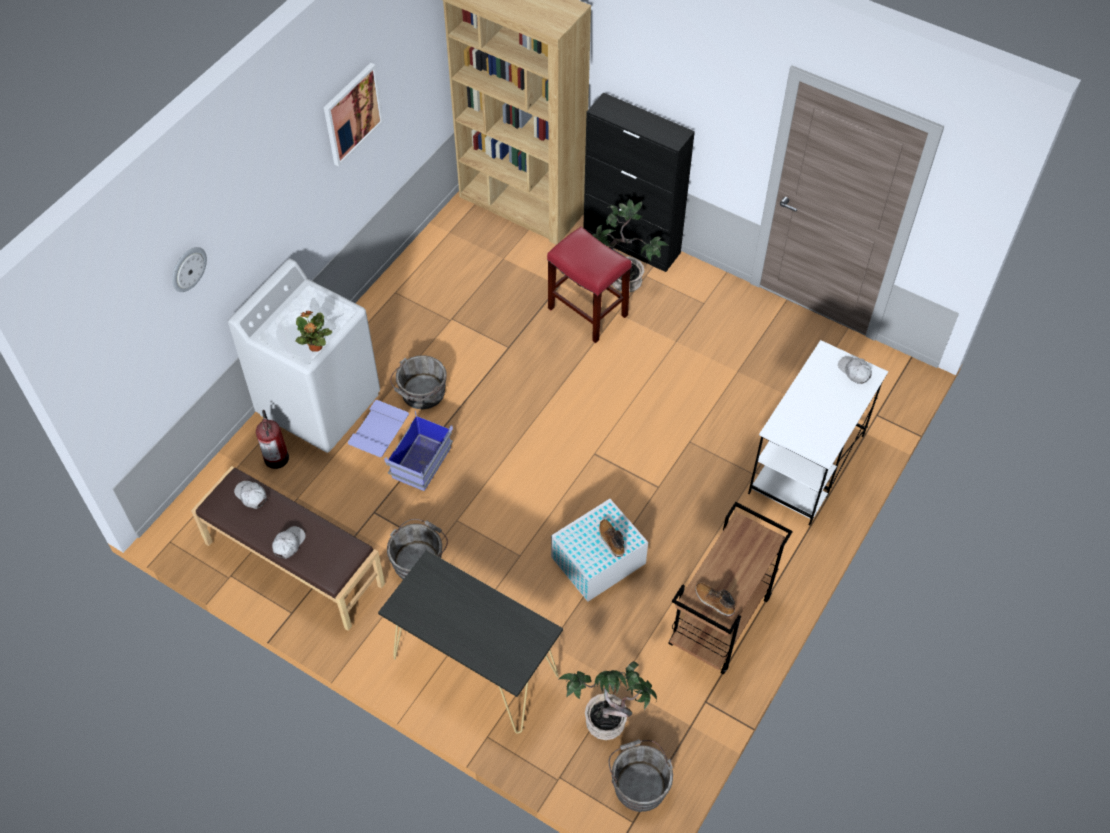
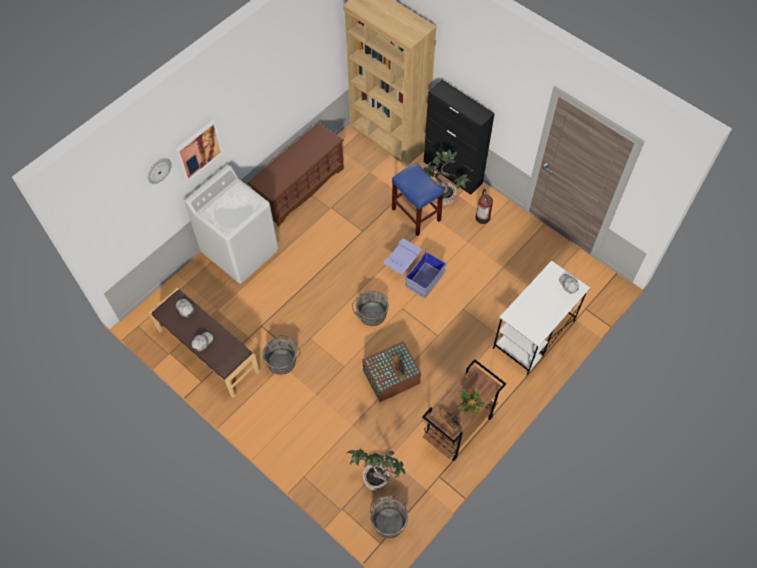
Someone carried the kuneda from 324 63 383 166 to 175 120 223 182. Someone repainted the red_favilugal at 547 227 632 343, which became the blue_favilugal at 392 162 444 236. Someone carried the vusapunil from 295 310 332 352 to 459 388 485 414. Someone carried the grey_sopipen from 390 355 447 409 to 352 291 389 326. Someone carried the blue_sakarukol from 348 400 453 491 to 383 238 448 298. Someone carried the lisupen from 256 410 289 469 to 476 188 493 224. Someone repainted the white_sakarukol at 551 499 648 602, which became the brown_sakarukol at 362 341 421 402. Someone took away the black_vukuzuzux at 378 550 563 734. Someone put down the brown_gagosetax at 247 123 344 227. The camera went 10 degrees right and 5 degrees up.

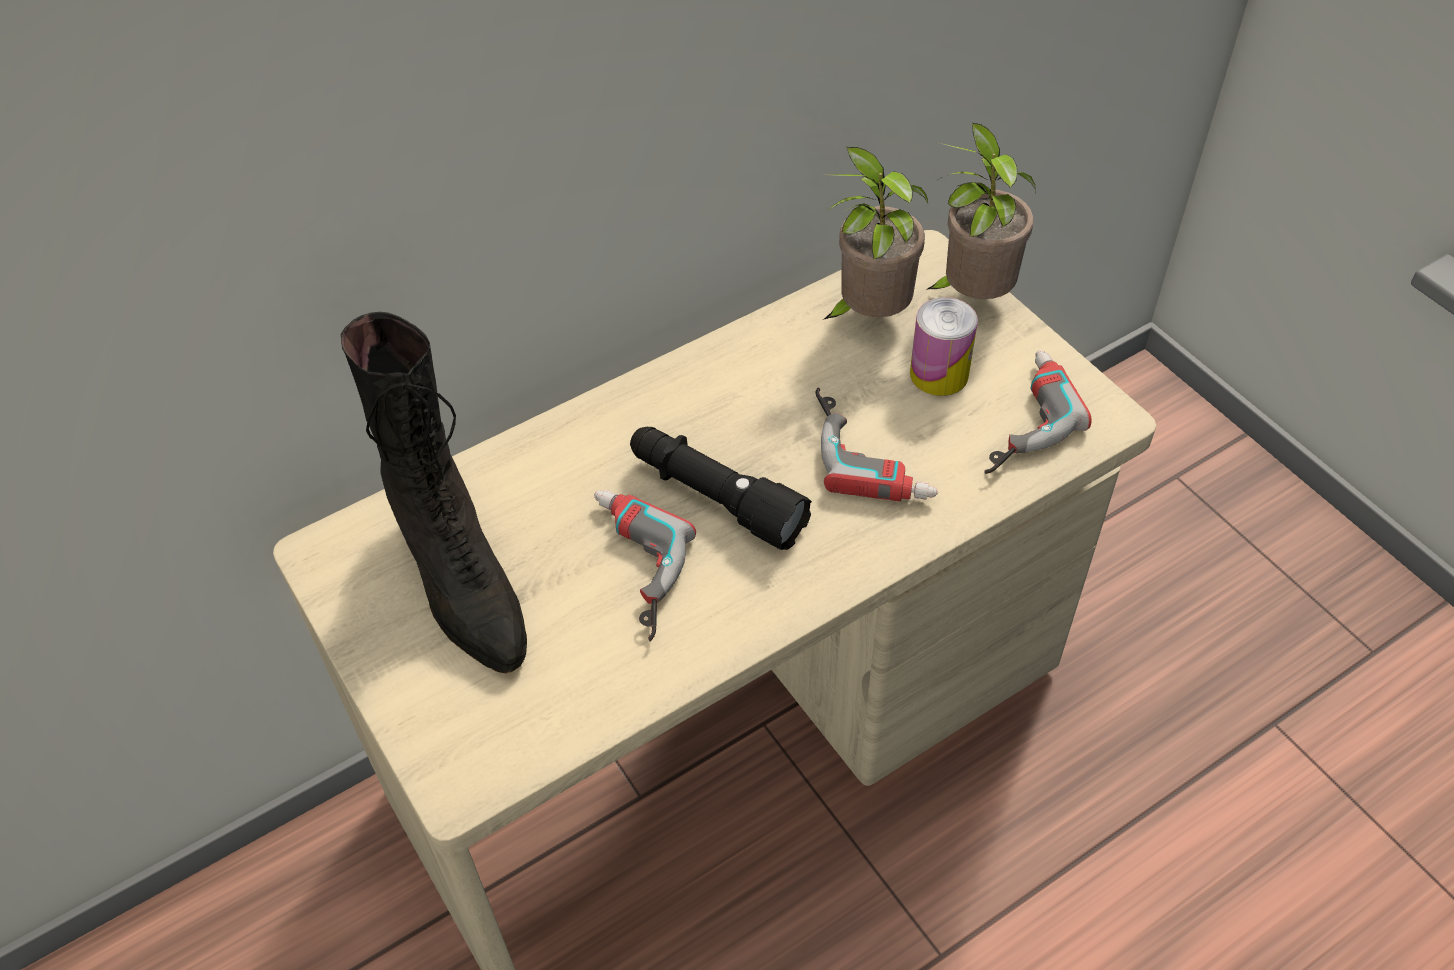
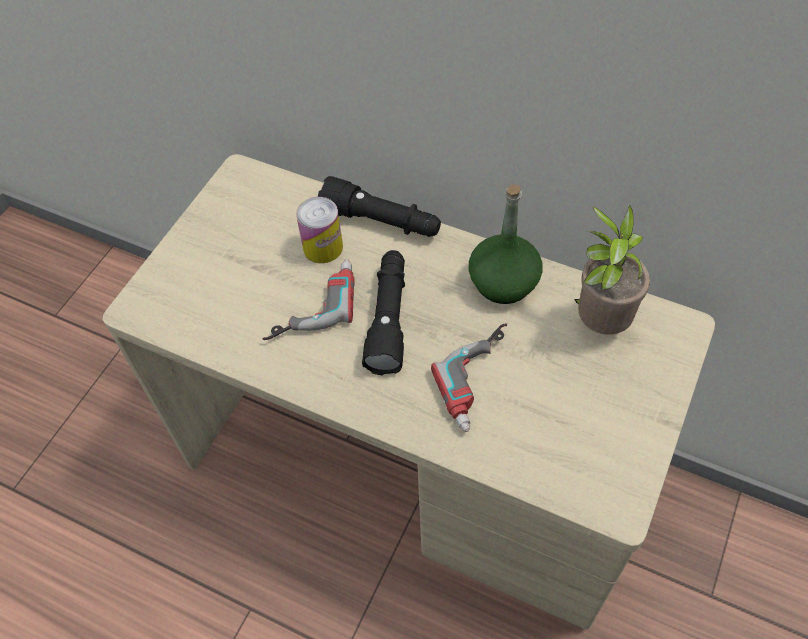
Someone took away the vusapunil at 926 122 1036 299. Someone carried the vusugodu from 910 297 978 396 to 296 197 343 263. Someone took away the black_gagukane at 340 312 527 674. Someone took away the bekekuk at 984 350 1092 474. Someone put down the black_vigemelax at 318 176 441 237. Someone put down the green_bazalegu at 469 184 543 304. The camera went 60 degrees right and 5 degrees up.

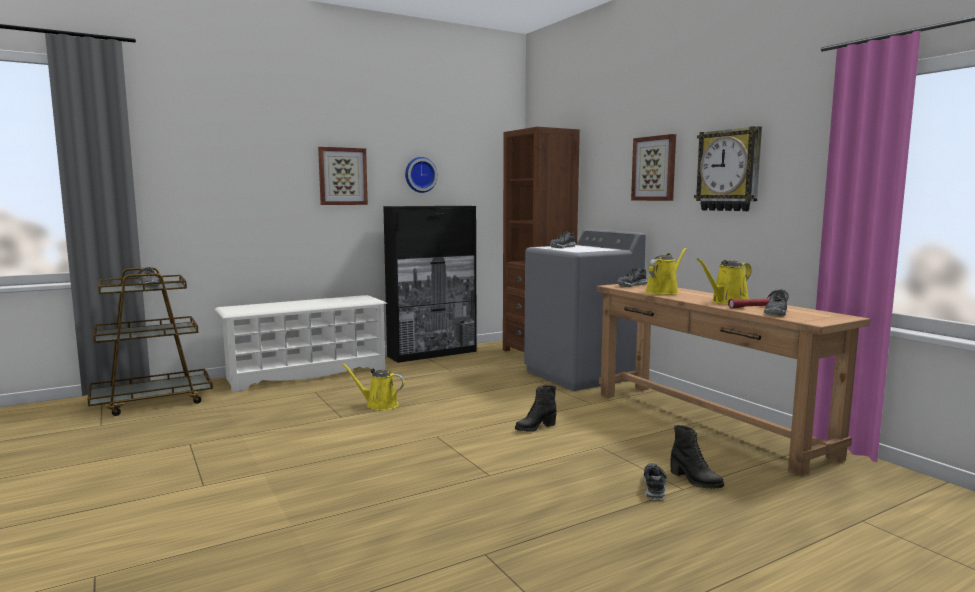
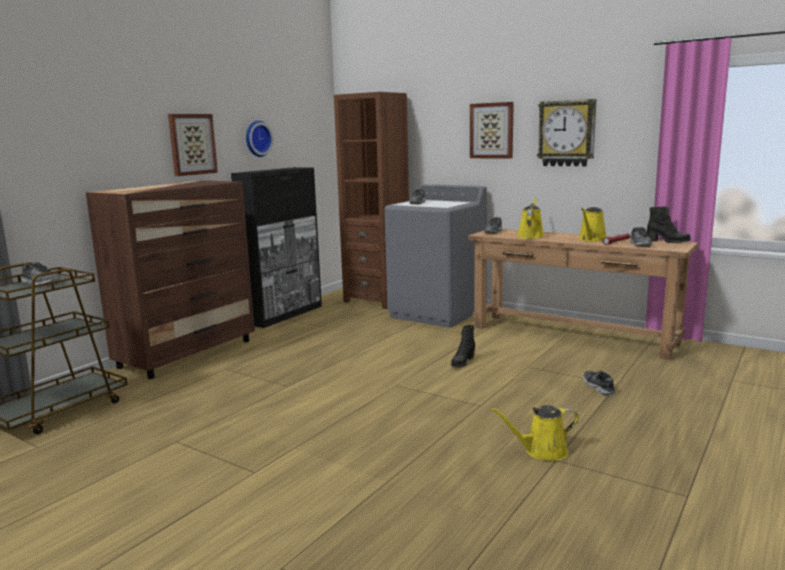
Someone swapped the white_gagosetax at 215 295 387 392 for the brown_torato at 86 180 255 379. Someone carried the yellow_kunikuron from 341 363 405 410 to 491 405 579 461. Someone carried the black_gagukane from 671 425 724 489 to 647 207 691 243. The camera went 25 degrees left and 5 degrees up.

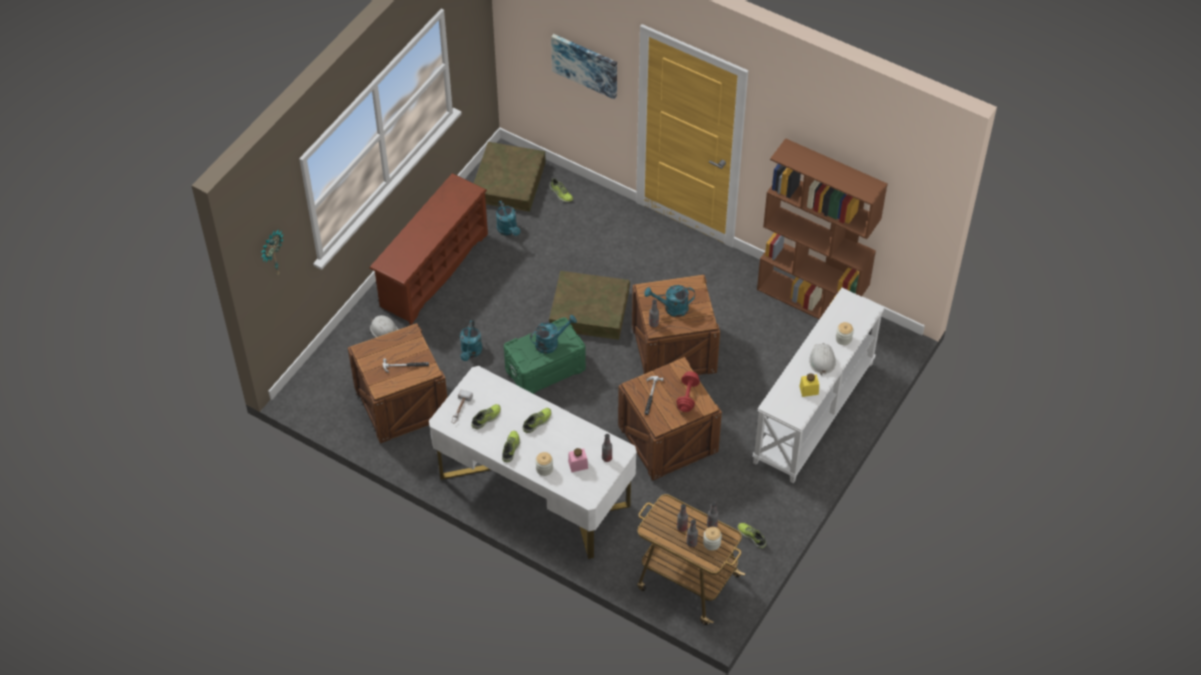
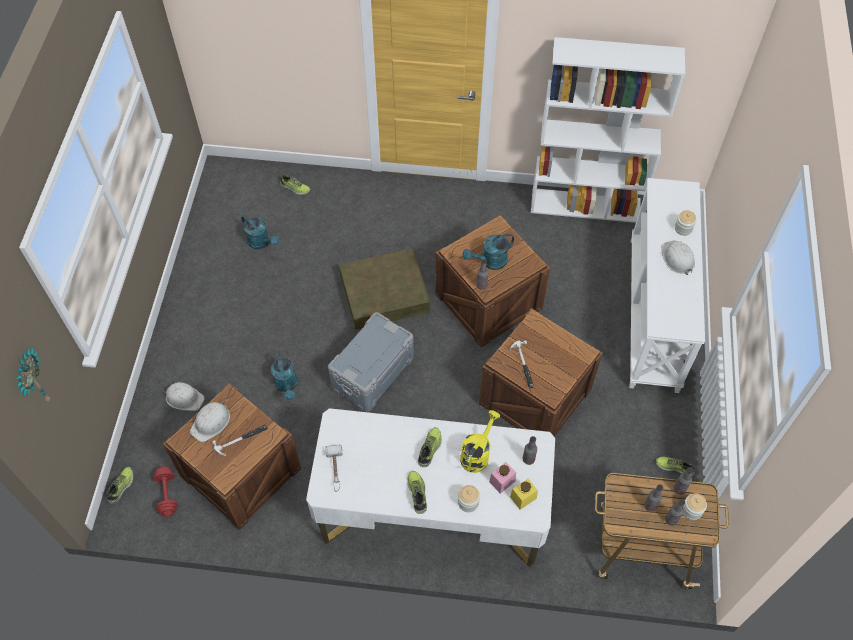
Someone took away the kuneda at 551 34 617 99. Someone repainted the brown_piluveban at 757 138 888 319, which became the white_piluveban at 531 37 685 223. Someone took away the brown_sakarukol at 474 142 546 212. Someone took away the brown_gagosetax at 369 173 488 325. Someone took away the turquoise_kunikuron at 530 315 577 354. Someone repainted the green_sakarukol at 504 317 586 394, which became the grey_sakarukol at 328 312 414 412. Someone carried the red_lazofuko from 676 371 700 412 to 153 466 178 517. Someone carried the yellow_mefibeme from 799 373 819 397 to 510 479 538 510. Someone carried the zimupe from 471 404 501 429 to 106 467 133 503. Someone put down the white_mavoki at 190 401 230 442. Someone put down the yellow_kunikuron at 460 410 500 473. The camera went 25 degrees left and 5 degrees up.

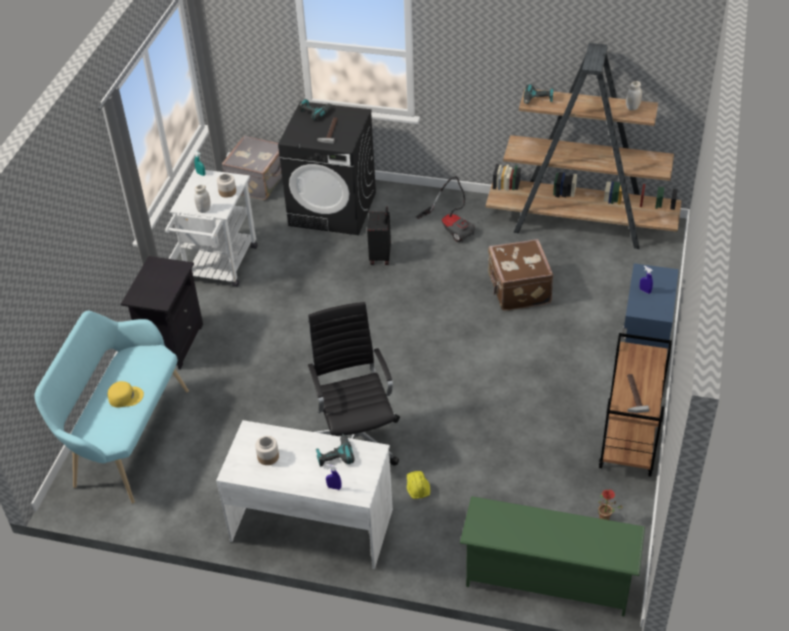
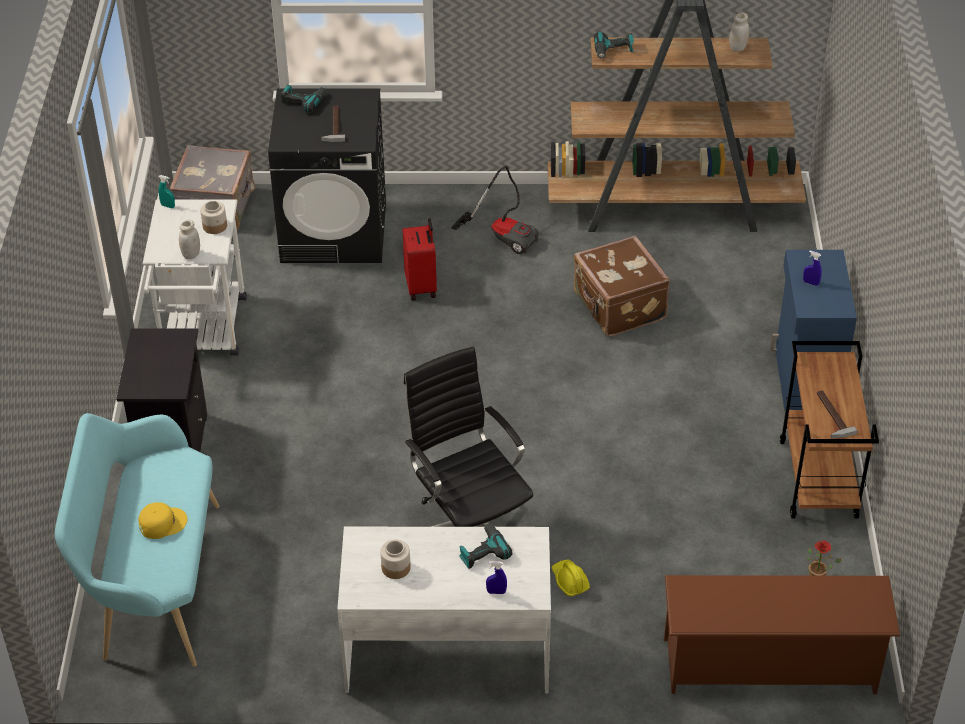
Someone repainted the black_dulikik at 367 207 391 265, which became the red_dulikik at 402 218 437 300. Someone repainted the green_gagosetax at 460 496 645 617, which became the brown_gagosetax at 664 575 900 694. The camera went 15 degrees left and 0 degrees up.

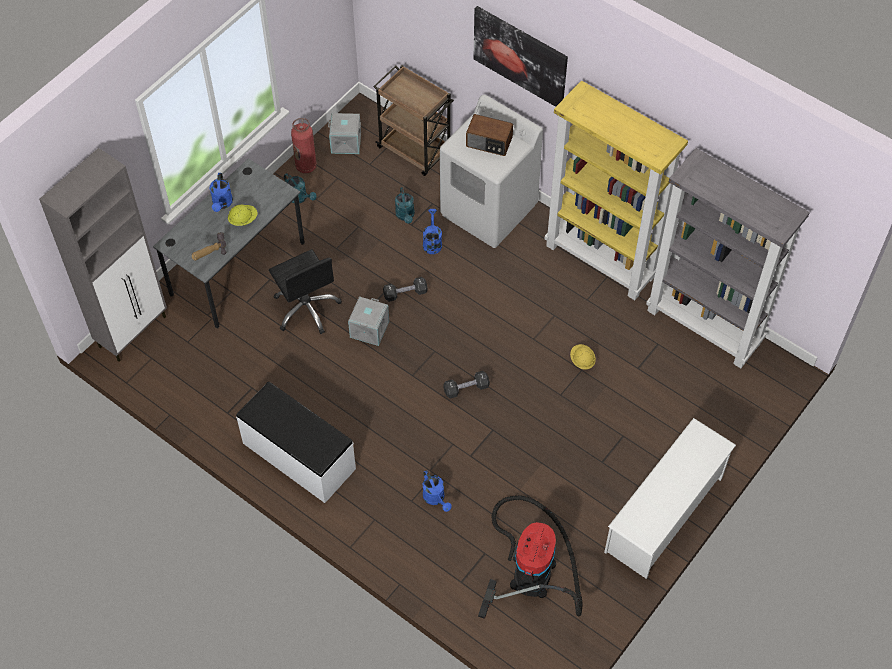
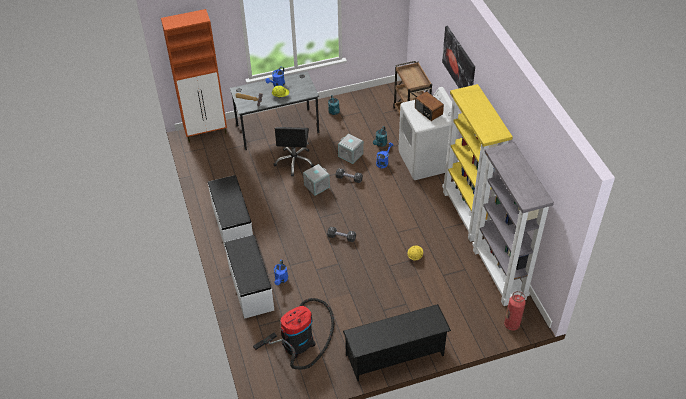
Someone carried the grey_sakarukol from 328 113 361 154 to 338 134 363 164. Someone carried the lisupen from 291 118 316 173 to 504 291 526 331. Someone repainted the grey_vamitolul at 39 148 167 362, which became the orange_vamitolul at 161 9 227 142. Someone repainted the white_gagosetax at 604 418 736 579, which became the black_gagosetax at 343 304 451 381. Someone put down the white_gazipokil at 225 235 274 319. The camera went 35 degrees right and 10 degrees down.

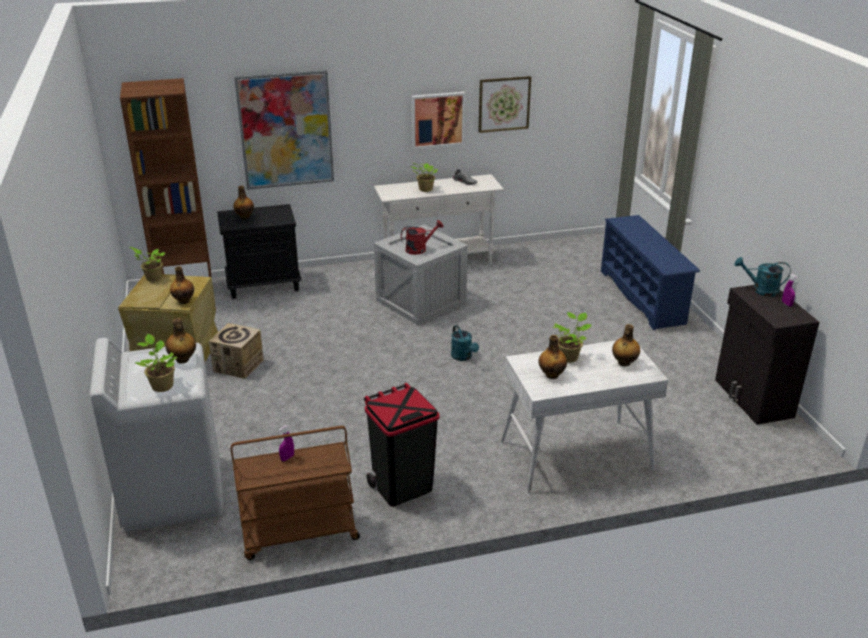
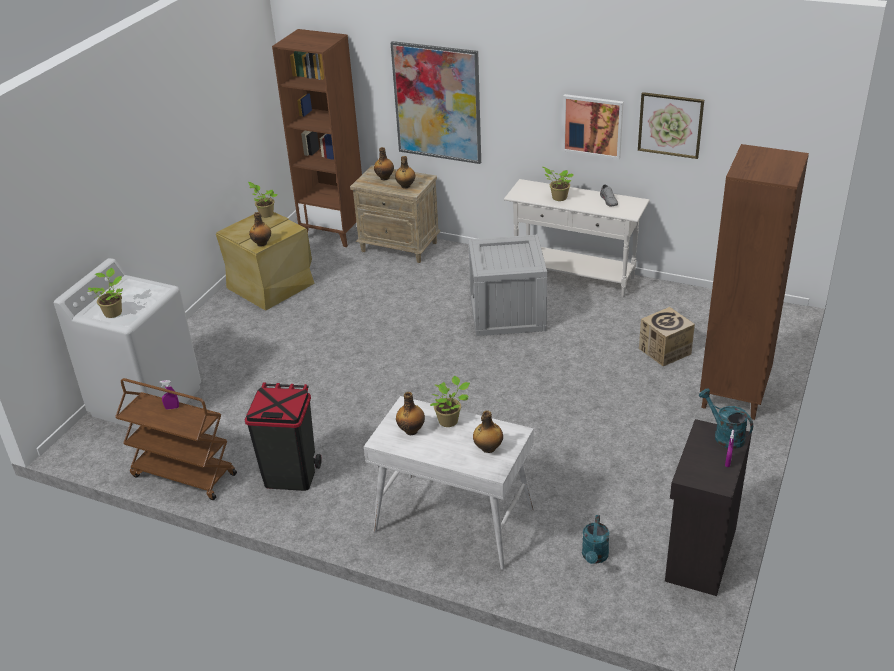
Someone repainted the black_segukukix at 217 204 302 299, which became the beige_segukukix at 350 165 441 263. Someone swapped the blue_gagosetax at 601 215 700 330 for the brown_piluveban at 700 144 809 420. Someone took away the red_kunikuron at 401 220 443 255. Someone carried the bazalegu from 166 318 196 364 to 395 156 415 189. Someone carried the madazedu from 209 323 264 379 to 639 307 695 367. Someone carried the turquoise_kunikuron from 451 325 479 361 to 582 515 609 564. The camera went 40 degrees right and 5 degrees up.

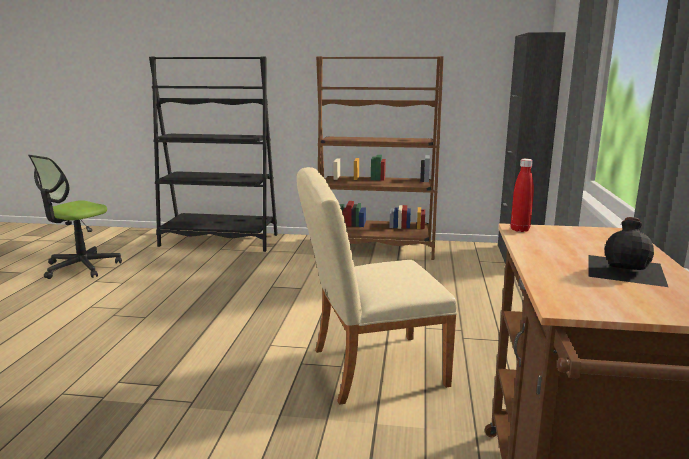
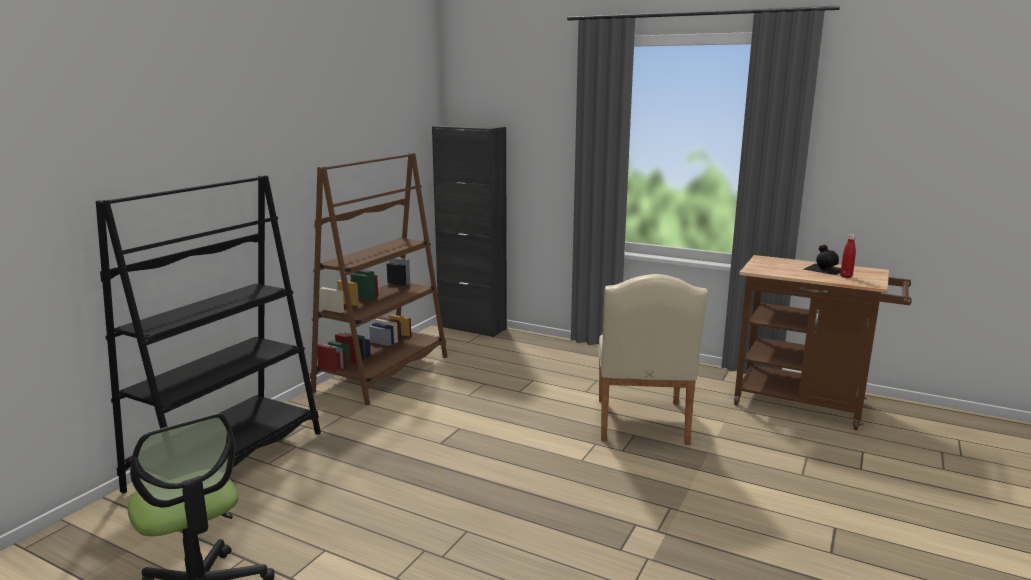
Someone carried the red_bazalegu from 511 159 534 232 to 840 234 856 278. The camera went 70 degrees left and 0 degrees up.

